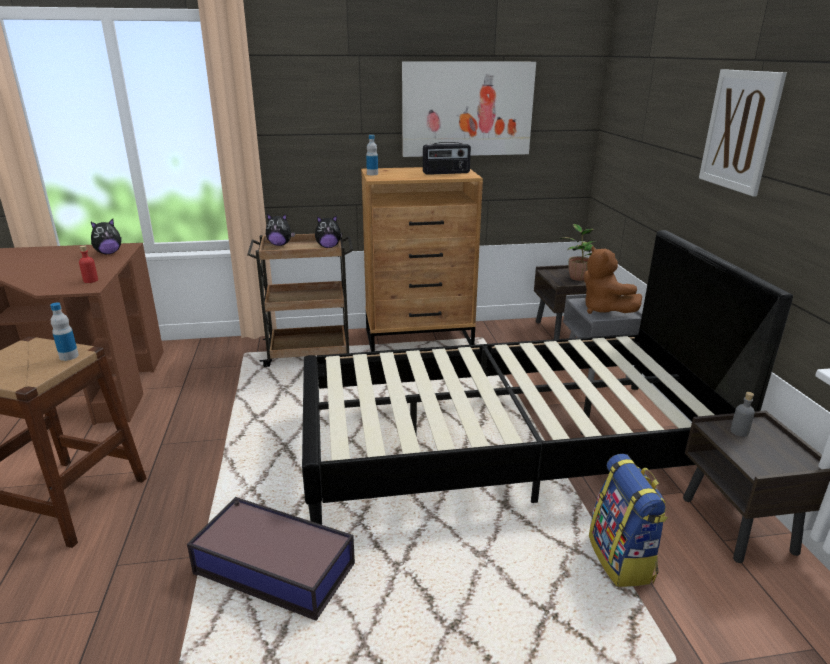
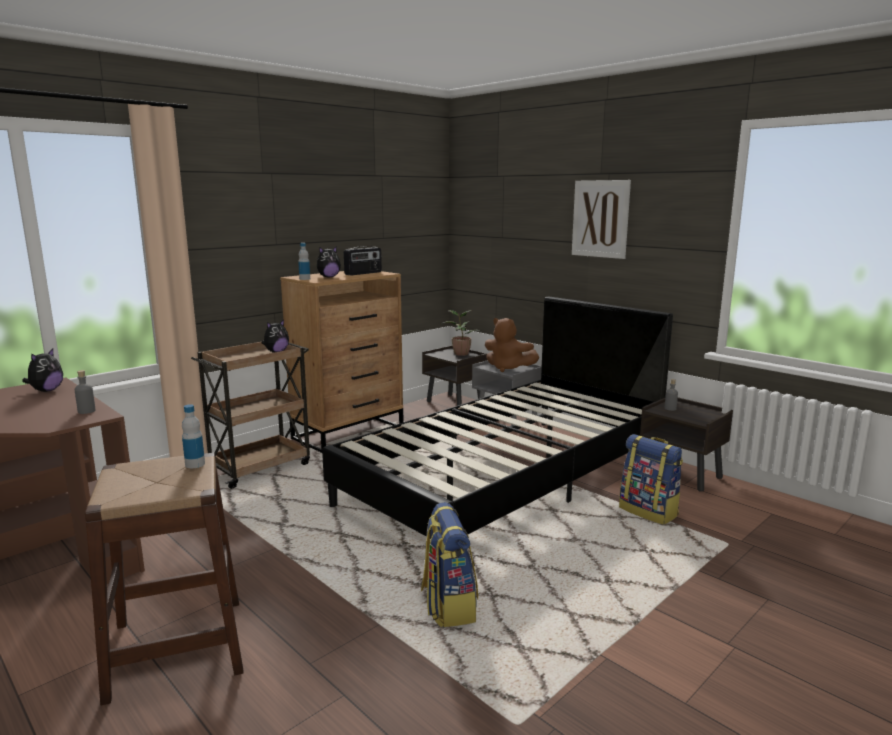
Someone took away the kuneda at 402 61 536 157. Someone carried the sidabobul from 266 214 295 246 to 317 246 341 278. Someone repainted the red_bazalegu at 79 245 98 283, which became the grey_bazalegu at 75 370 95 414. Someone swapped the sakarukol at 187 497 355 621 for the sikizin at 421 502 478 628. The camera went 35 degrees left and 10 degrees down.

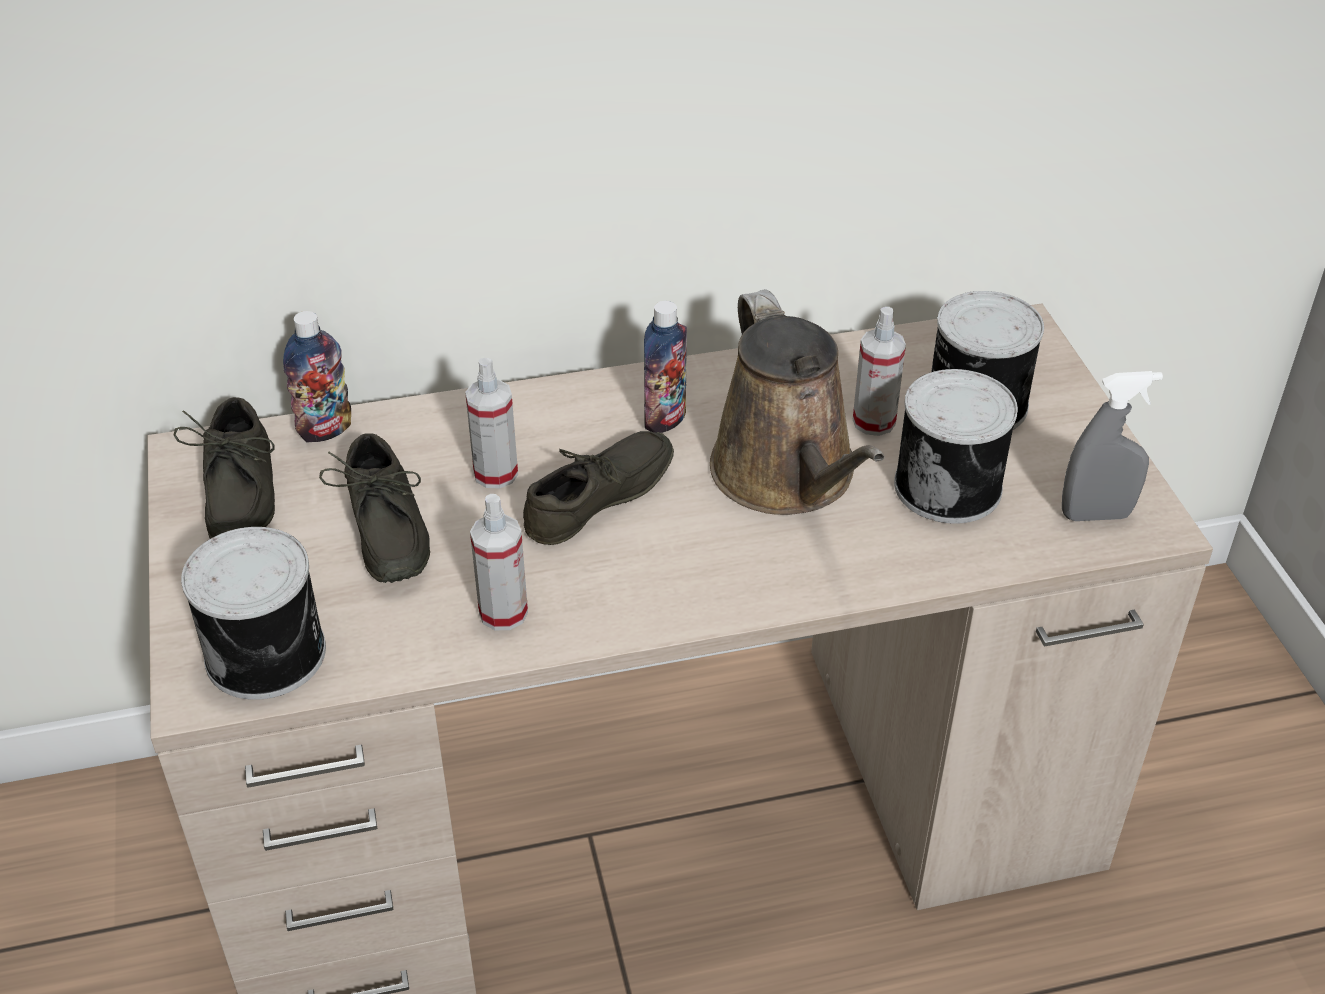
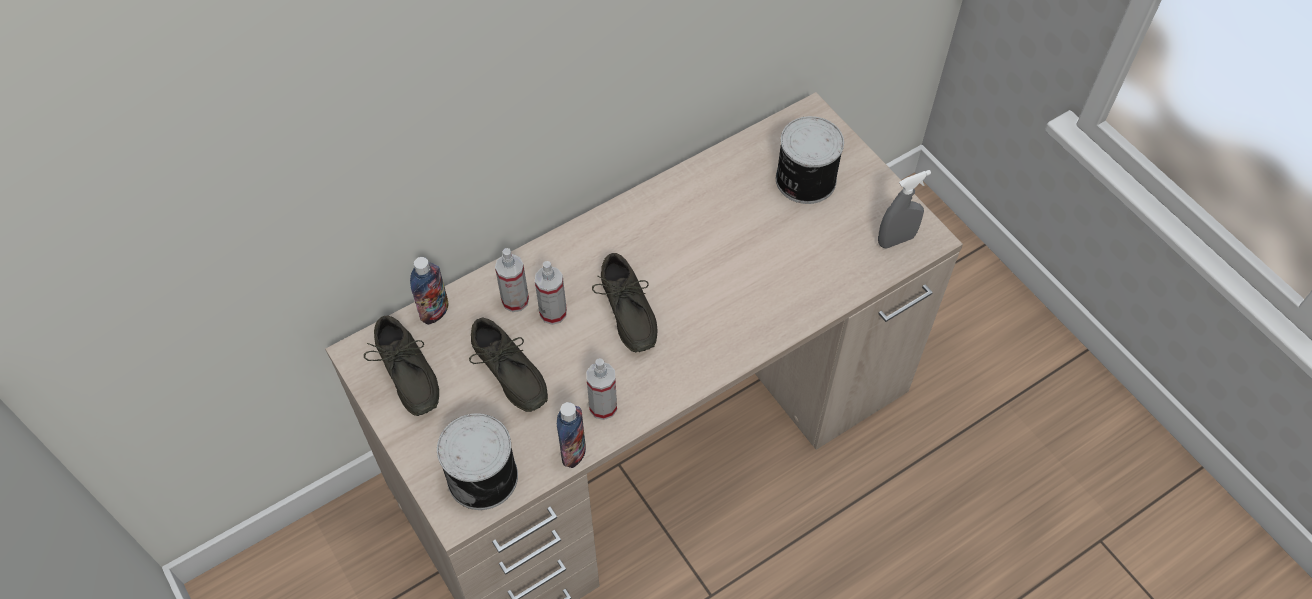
Someone took away the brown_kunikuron at 710 289 885 515. Someone carried the bazalegu from 644 301 687 433 to 557 402 586 468. Someone carried the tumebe from 853 307 906 436 to 495 248 529 312. Someone took away the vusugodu at 894 369 1018 524. Someone rotated the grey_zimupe at 523 431 674 545 by 135 degrees clockwise. The camera went 20 degrees left and 15 degrees up.

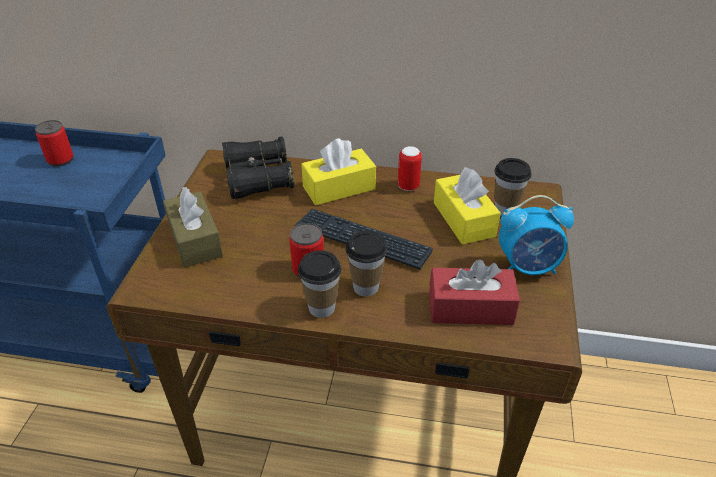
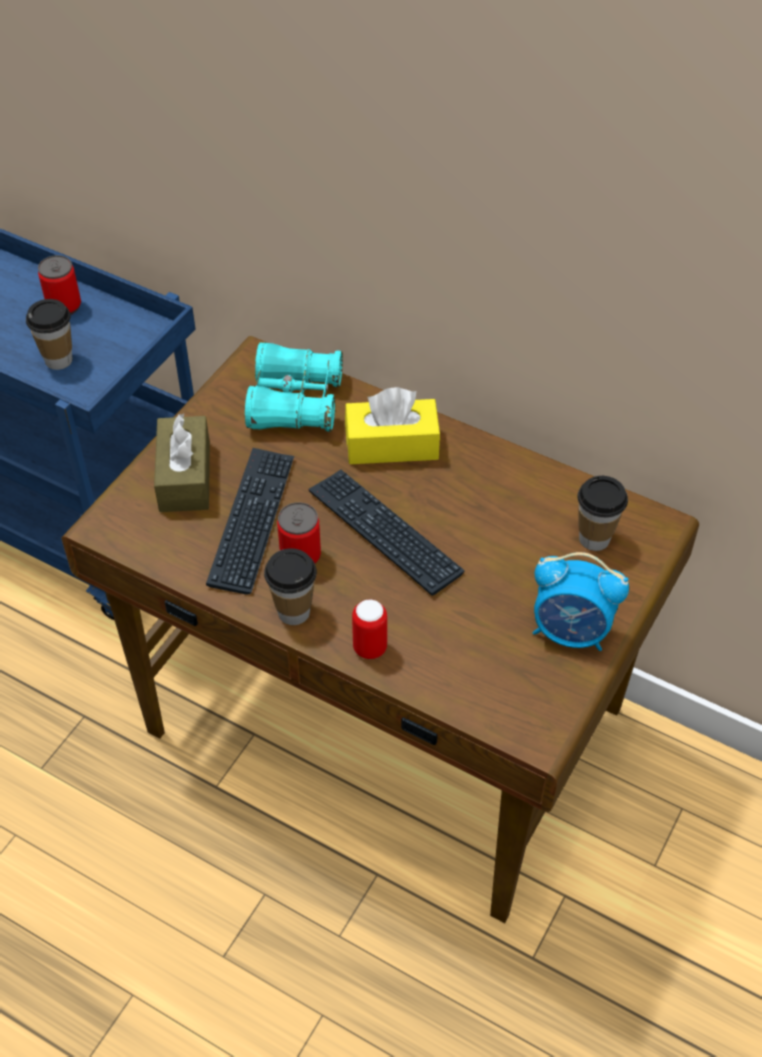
Someone repainted the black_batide at 222 136 294 199, which became the turquoise_batide at 245 342 343 432. Someone carried the vusugodu from 398 146 422 191 to 352 599 387 659. Someone took away the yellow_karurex at 434 167 501 244. Someone carried the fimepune from 345 231 388 297 to 26 299 73 370. Someone took away the red_karurex at 429 259 520 325. Someone put down the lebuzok at 206 448 294 595. The camera went 20 degrees right and 10 degrees up.

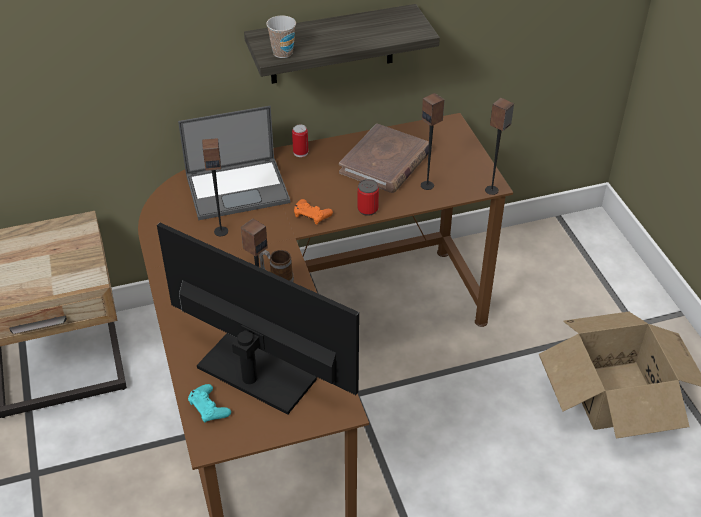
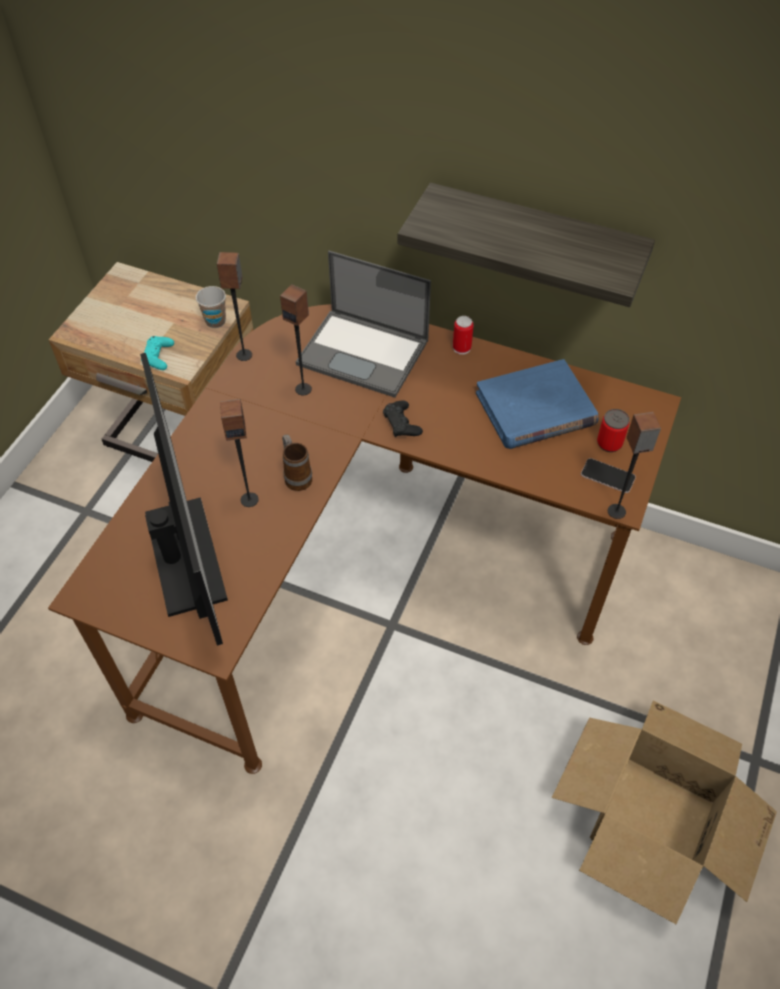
Someone carried the fimepune from 266 15 296 58 to 196 286 226 328. Someone carried the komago from 421 93 445 190 to 217 252 252 361. Someone repainted the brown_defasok at 339 124 432 193, which became the blue_defasok at 476 359 598 449. Someone carried the vusugodu from 358 179 379 216 to 597 409 630 452. Someone repainted the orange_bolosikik at 294 199 333 225, which became the black_bolosikik at 383 400 423 437. Someone carried the turquoise_bolosikik from 188 384 231 423 to 141 336 174 370. Someone put down the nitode at 581 458 636 493. The camera went 40 degrees right and 10 degrees up.

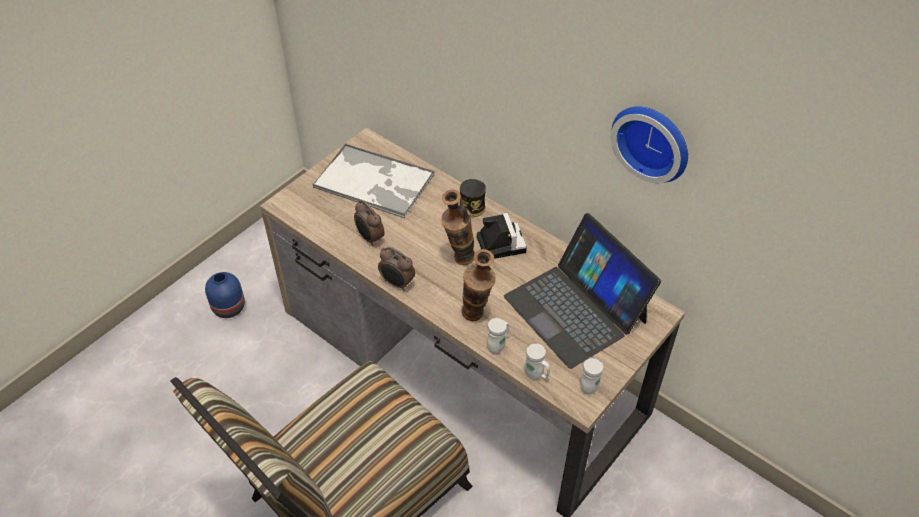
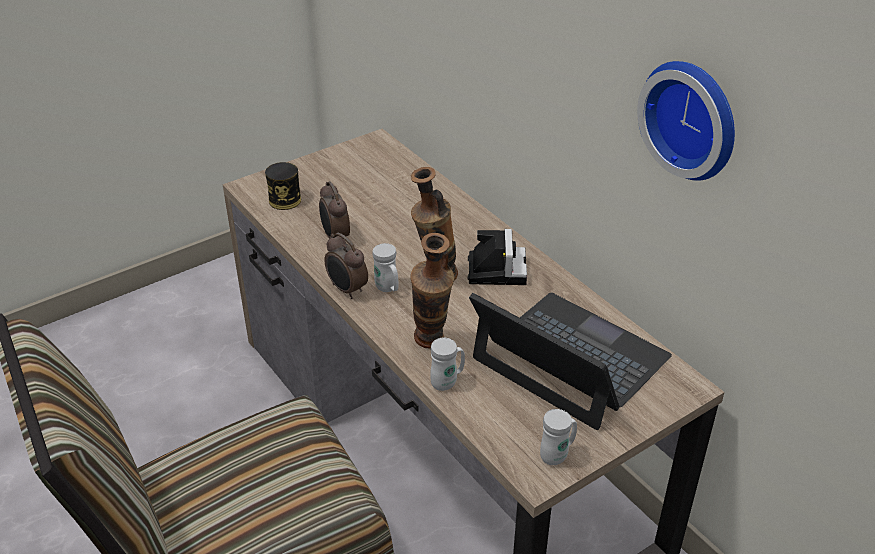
Someone took away the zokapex at 313 144 435 218. Someone carried the vusugodu from 460 179 486 217 to 265 162 301 210. Someone rotated the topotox at 504 213 661 369 by 150 degrees clockwise. Someone took away the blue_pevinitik at 205 272 245 318. Someone carried the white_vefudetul from 524 343 550 379 to 372 243 398 292. The camera went 15 degrees right and 10 degrees down.

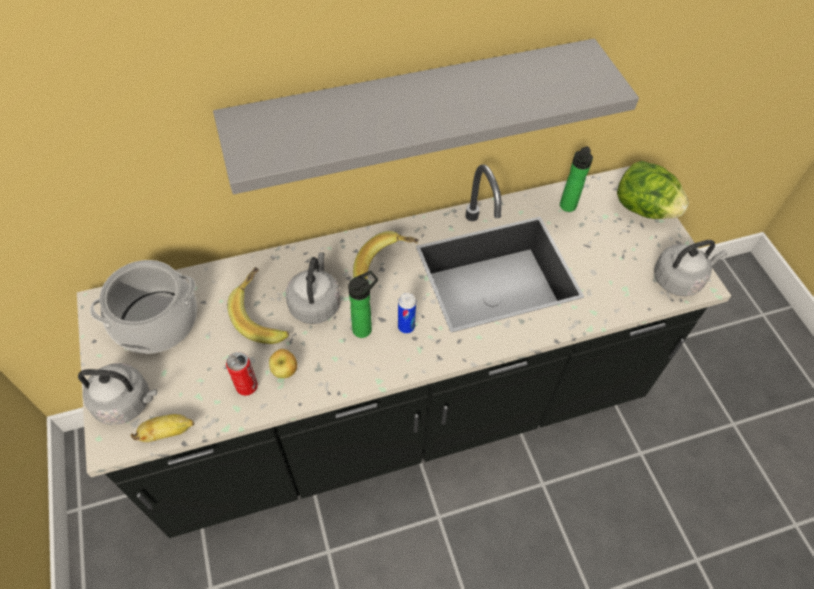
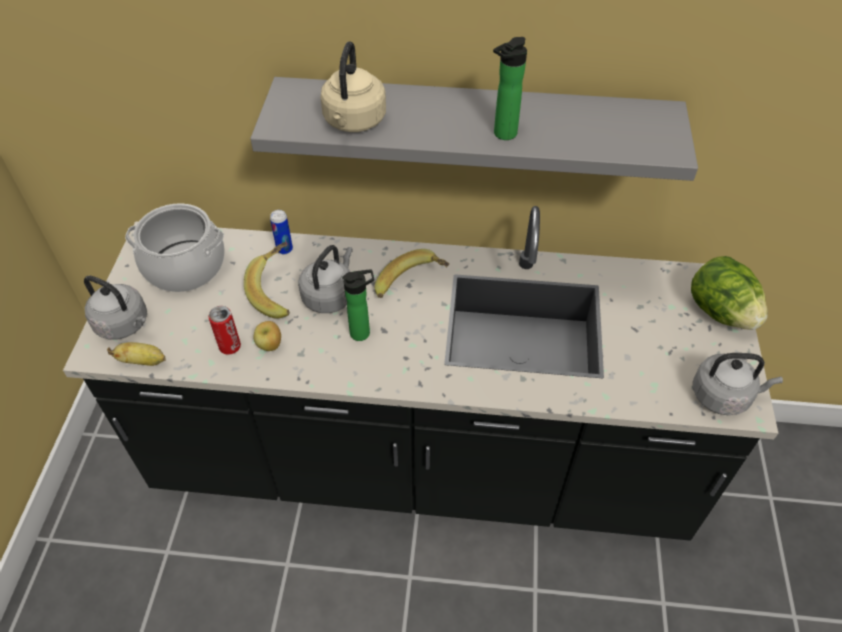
Someone carried the bazalegu from 560 146 593 212 to 493 37 527 140. Someone carried the vusugodu from 398 293 416 333 to 270 210 293 254. Someone put down the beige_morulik at 320 41 386 132. The camera went 25 degrees right and 5 degrees down.

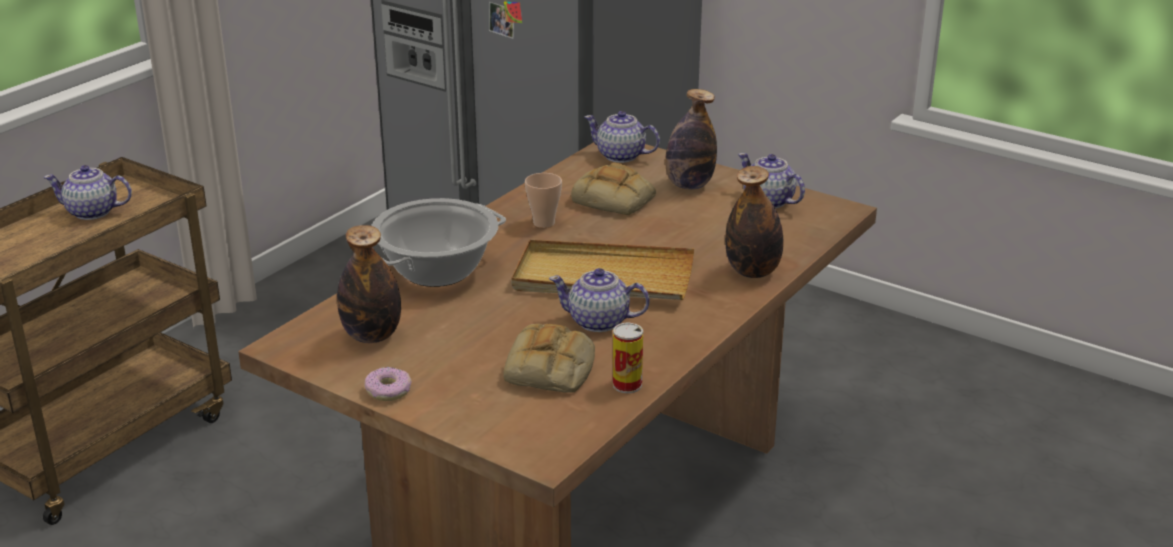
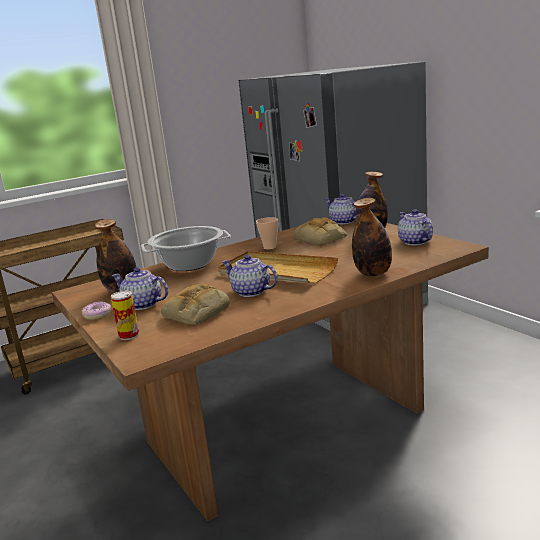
Someone carried the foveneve from 43 165 132 220 to 112 267 168 310. Someone carried the vusugodu from 613 323 643 393 to 110 291 140 340. The camera went 25 degrees right and 10 degrees down.

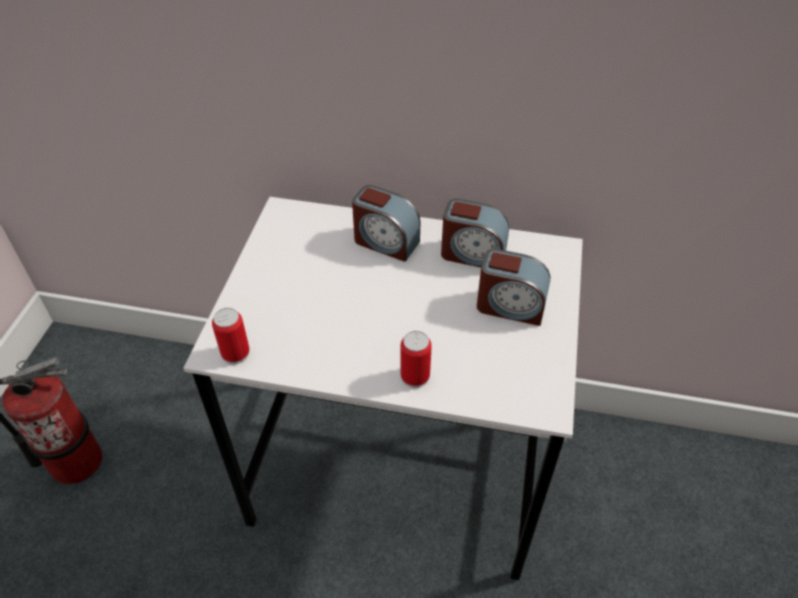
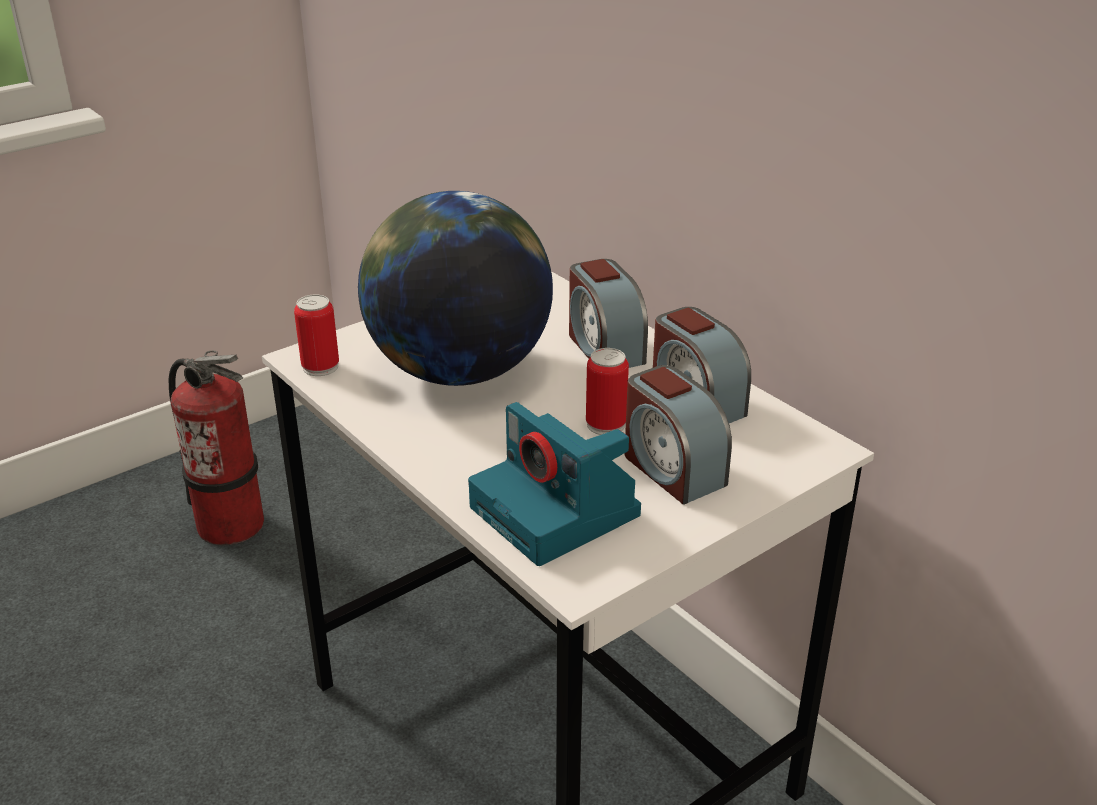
Someone carried the vusugodu from 401 331 432 388 to 586 348 629 435. Someone put down the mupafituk at 358 191 553 386. Someone put down the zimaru at 468 402 641 566. The camera went 40 degrees right and 15 degrees down.

